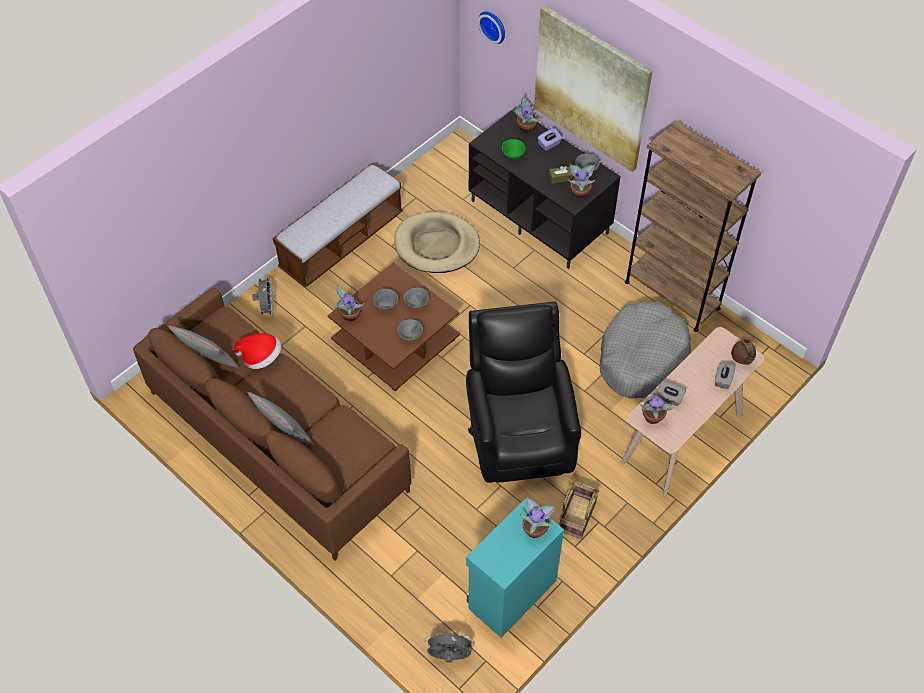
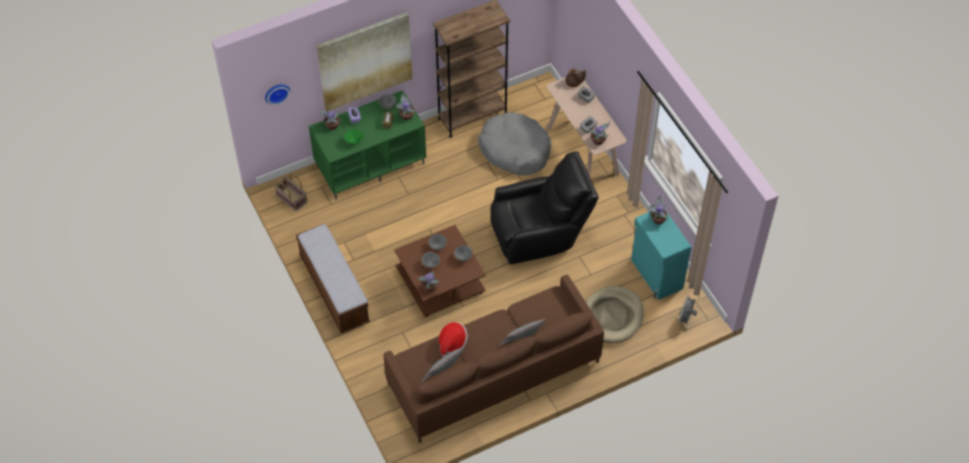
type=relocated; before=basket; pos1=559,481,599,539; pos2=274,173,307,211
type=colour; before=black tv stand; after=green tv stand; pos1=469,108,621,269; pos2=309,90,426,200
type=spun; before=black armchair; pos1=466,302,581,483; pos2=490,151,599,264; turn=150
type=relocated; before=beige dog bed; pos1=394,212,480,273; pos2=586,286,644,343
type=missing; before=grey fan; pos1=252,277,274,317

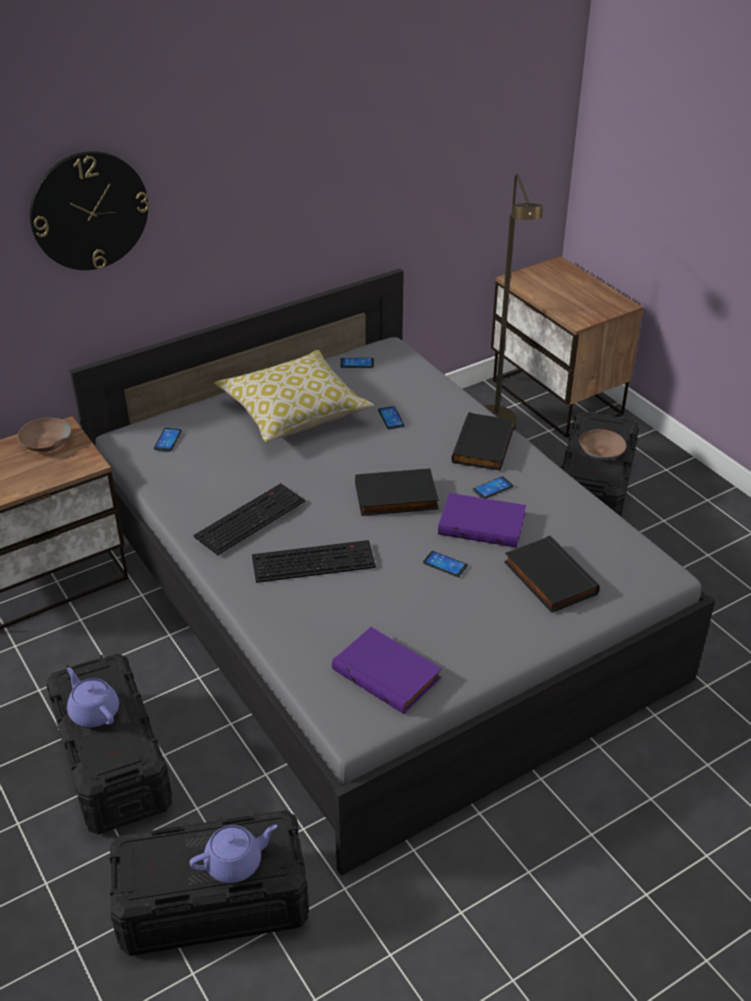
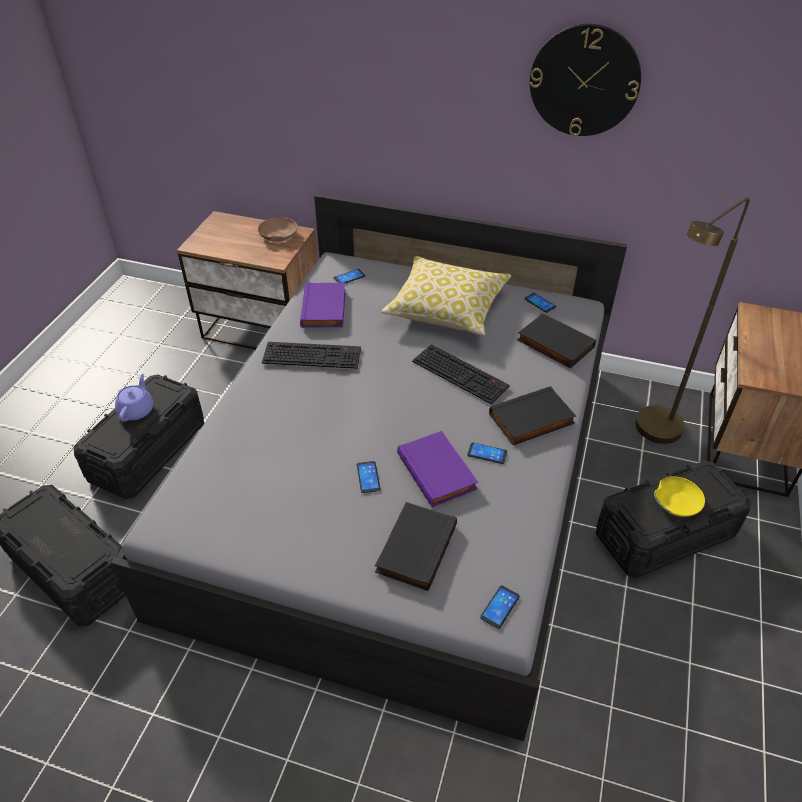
type=relocated; before=purple book; pos1=332,627,442,714; pos2=300,282,346,328
type=relocated; before=keyboard; pos1=252,540,376,583; pos2=412,344,510,404
type=relocated; before=phone; pos1=378,406,405,429; pos2=480,586,520,629
type=relocated; before=black book; pos1=355,468,439,516; pos2=517,313,596,368
type=relocated; before=wall clock; pos1=30,151,149,270; pos2=530,24,641,136
type=colour; before=brown bowl; after=yellow bowl; pos1=579,429,626,460; pos2=654,476,705,517
type=missing; before=purple teapot; pos1=190,825,277,883

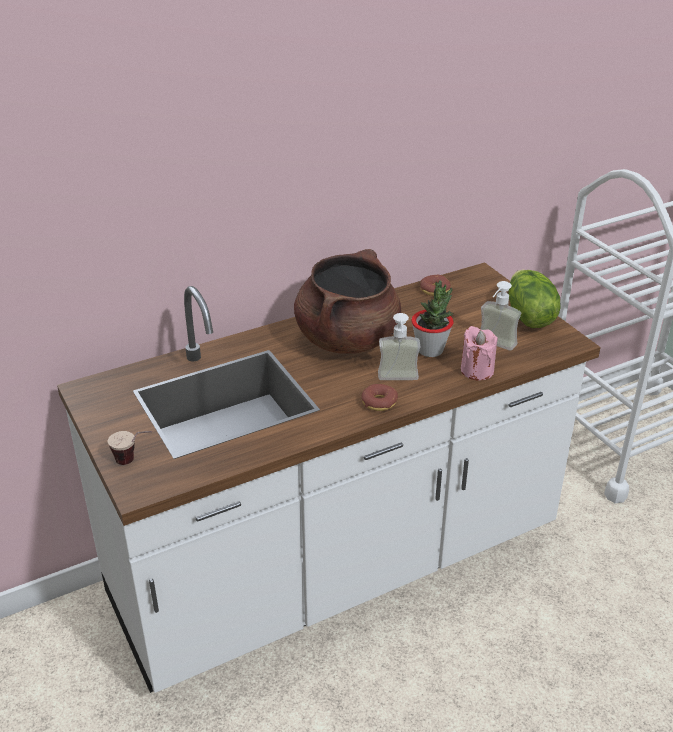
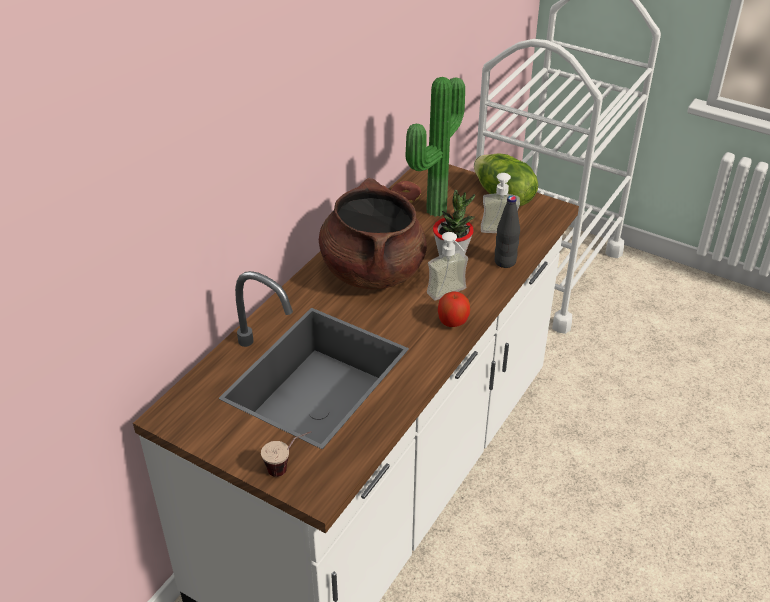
type=appeared; after=potted plant; pos2=406,77,465,217
type=exchanged; before=donut; after=apple; pos1=362,384,398,411; pos2=438,291,470,327
type=exchanged; before=pink candle; after=black bottle; pos1=461,326,498,380; pos2=494,196,520,268

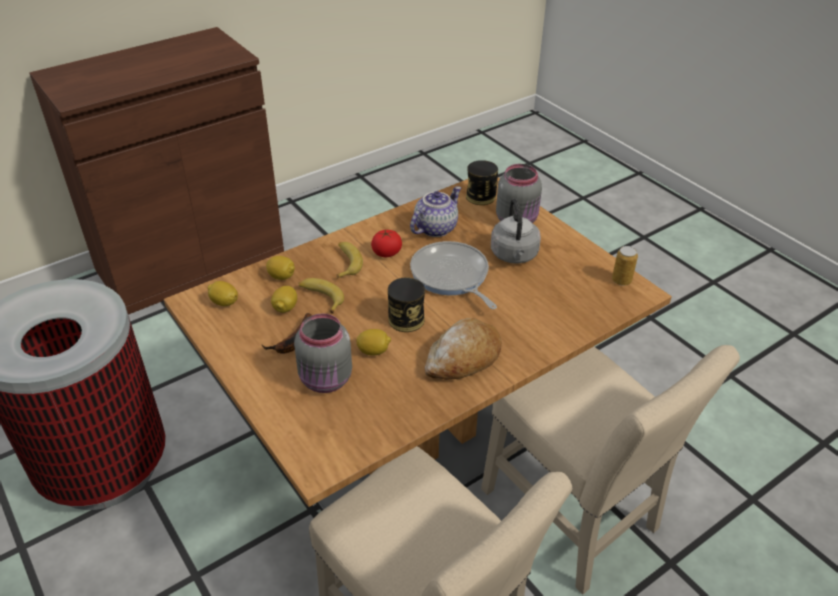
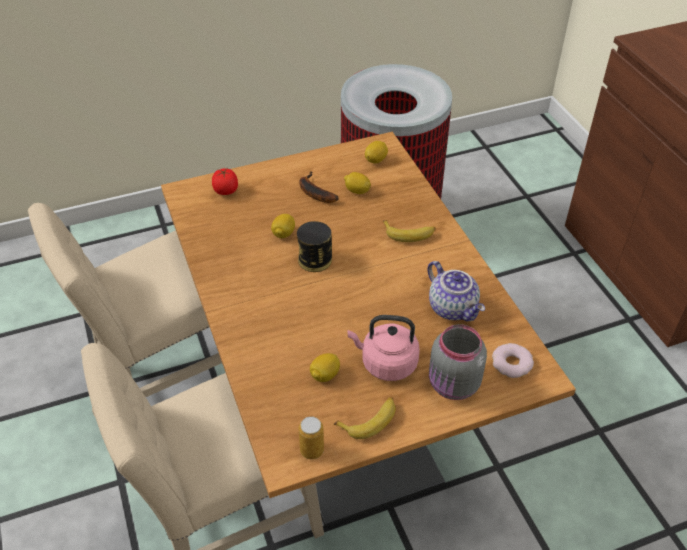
type=relocated; before=tomato; pos1=371,230,402,257; pos2=212,168,238,195
type=relocated; before=lemon; pos1=266,256,295,280; pos2=310,353,340,382
type=relocated; before=banana; pos1=299,278,344,314; pos2=334,397,396,439
type=colour; before=grey kettle; after=pink kettle; pos1=491,198,541,264; pos2=348,315,420,381
type=exchanged; before=can; after=donut; pos1=466,160,498,205; pos2=492,343,534,378
type=missing; before=grey jar; pos1=294,313,352,393
type=missing; before=frying pan; pos1=410,241,497,309
type=missing; before=bread; pos1=425,318,502,380

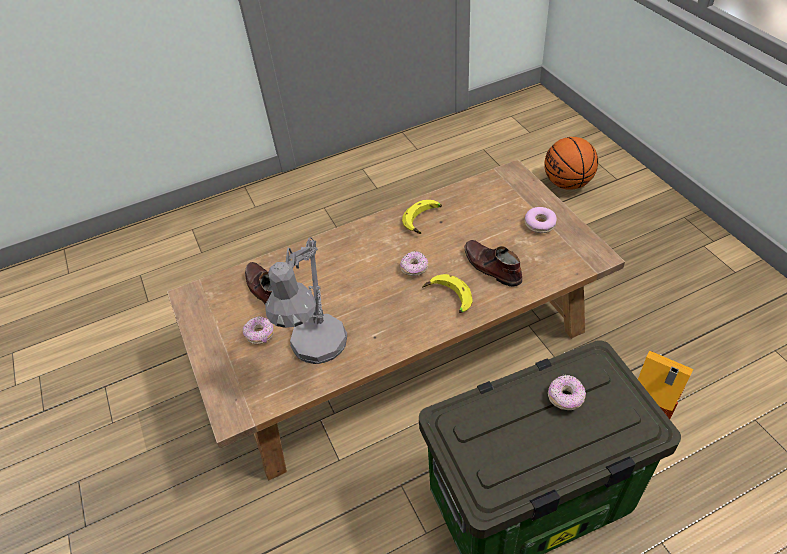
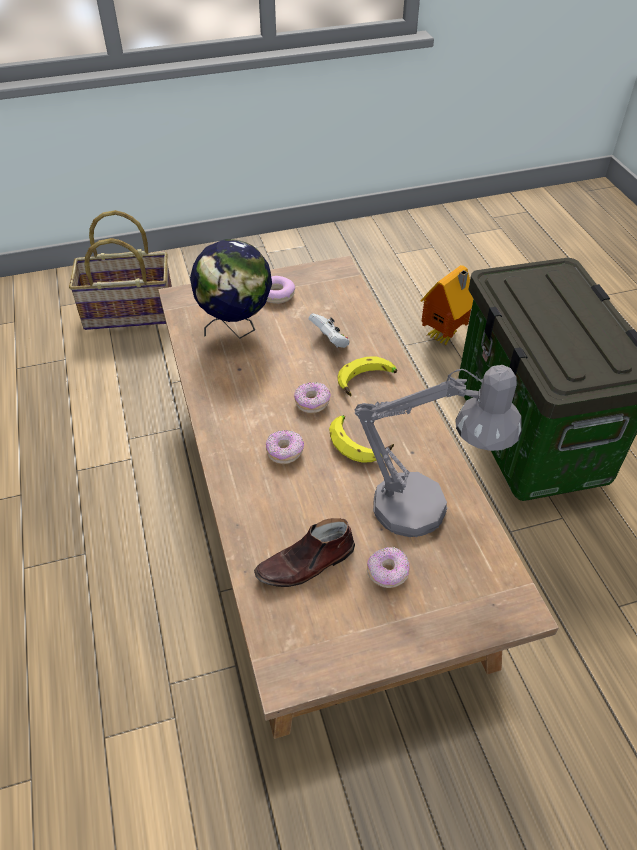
type=exchanged; before=basketball; after=basket; pos1=544,137,598,190; pos2=69,210,172,330
type=appeared; after=globe; pos2=190,239,272,338
type=relocated; before=donut; pos1=548,375,586,410; pos2=266,430,304,464
type=exchanged; before=brown shoe; after=white game controller; pos1=464,240,522,287; pos2=309,313,350,348
type=relocated; before=banana; pos1=402,200,442,234; pos2=329,415,394,463

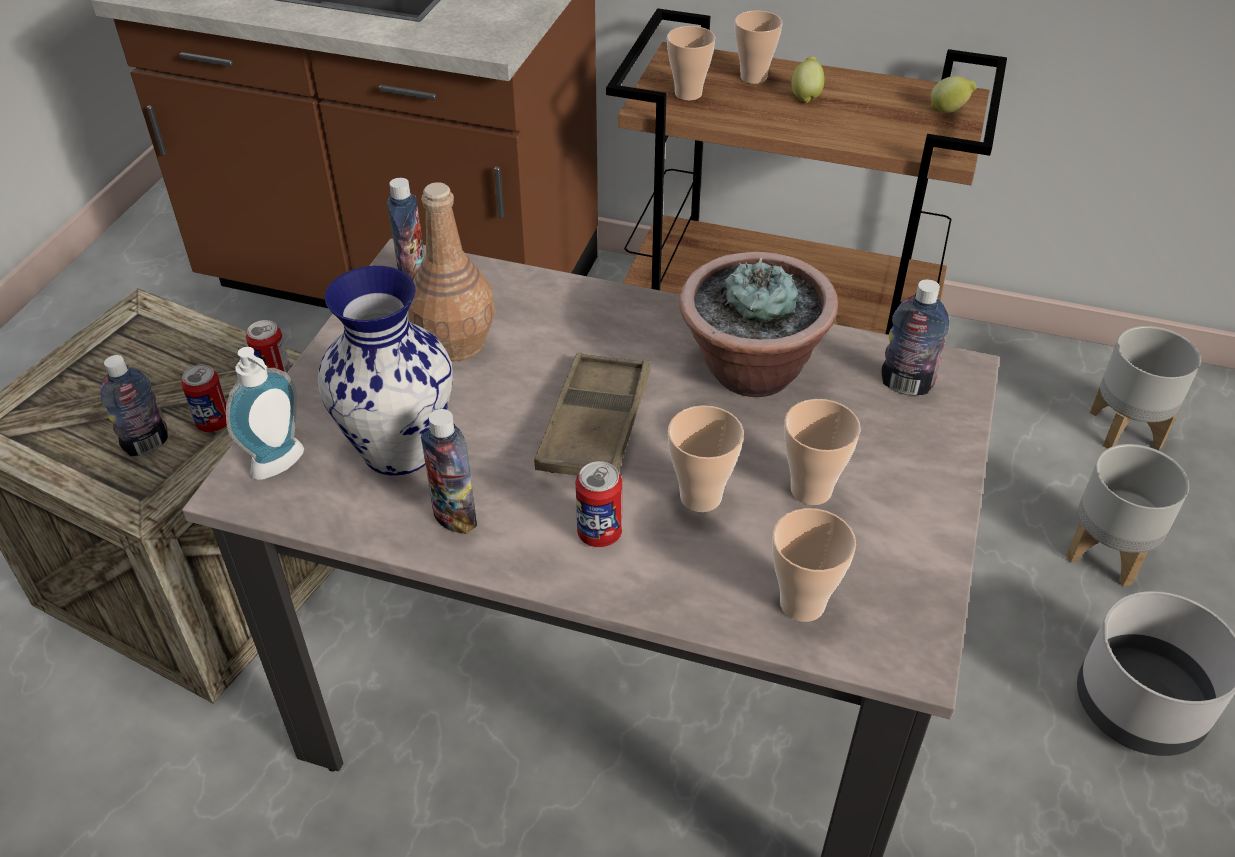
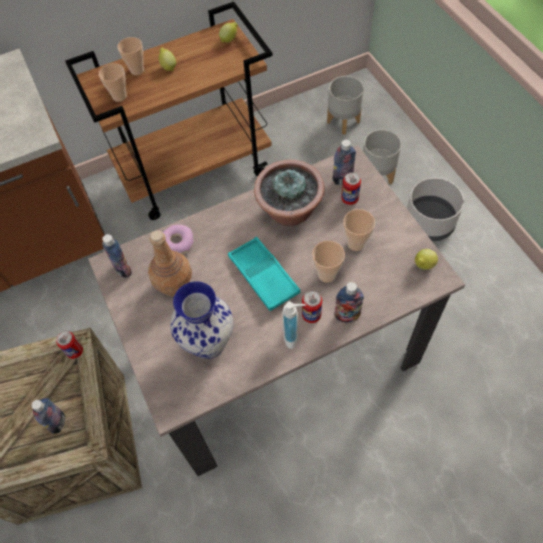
type=appeared; after=donut; pos2=163,225,194,255
type=colour; before=brown tray; after=turquoise tray; pos1=534,352,650,475; pos2=228,237,301,311
type=relocated; before=soap dispenser; pos1=226,347,304,480; pos2=282,301,305,349
type=relocated; before=bottle; pos1=421,409,477,534; pos2=334,282,364,322
type=relocated; before=can; pos1=181,365,227,432; pos2=341,172,361,205
type=appeared; after=lemon; pos2=415,249,438,270
type=missing; before=cup; pos1=772,508,856,622

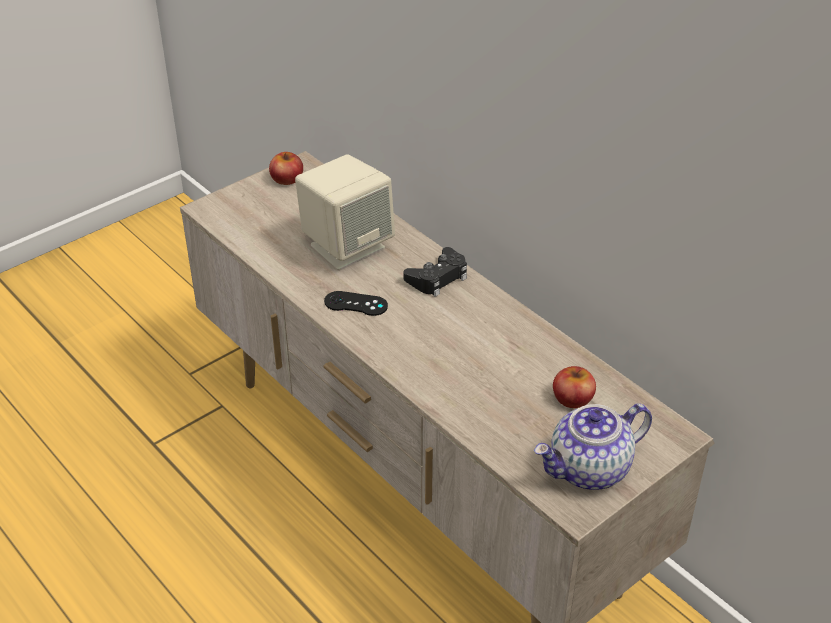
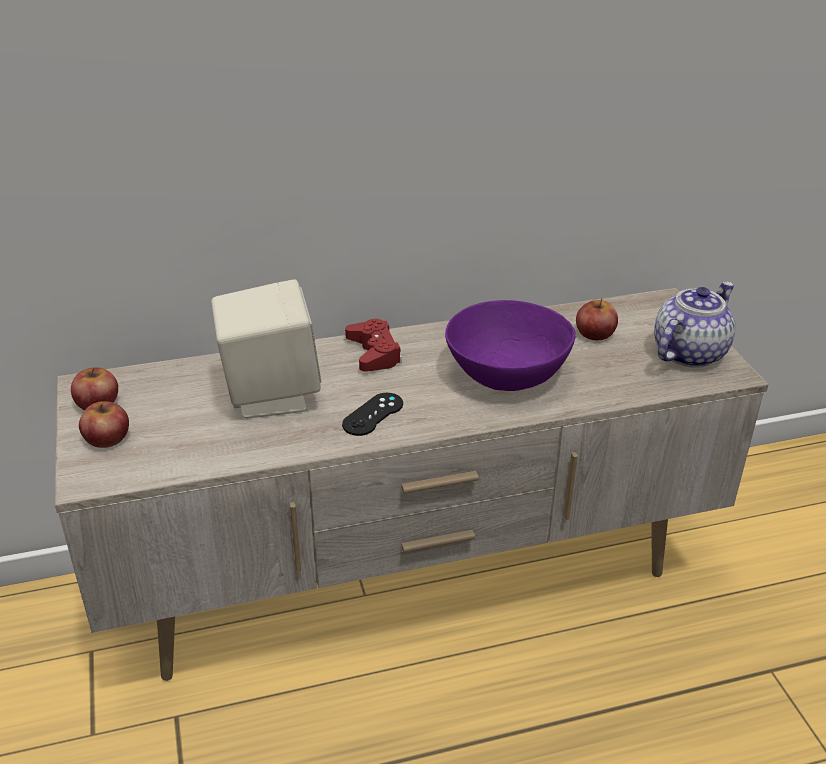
type=appeared; after=apple; pos2=79,401,129,448
type=colour; before=black game controller; after=red game controller; pos1=404,247,467,297; pos2=345,319,402,372
type=appeared; after=purple bowl; pos2=445,300,575,391
type=spun; before=teapot; pos1=534,403,652,490; pos2=654,281,736,368; turn=-135

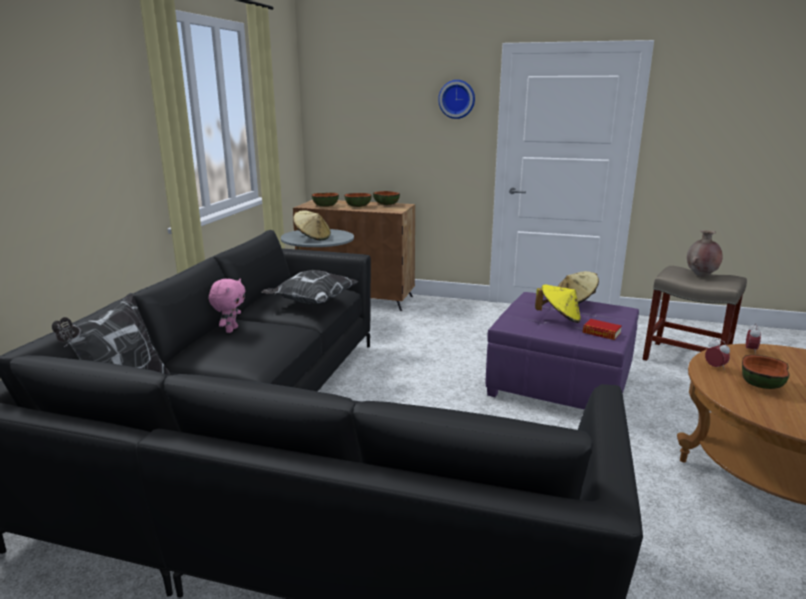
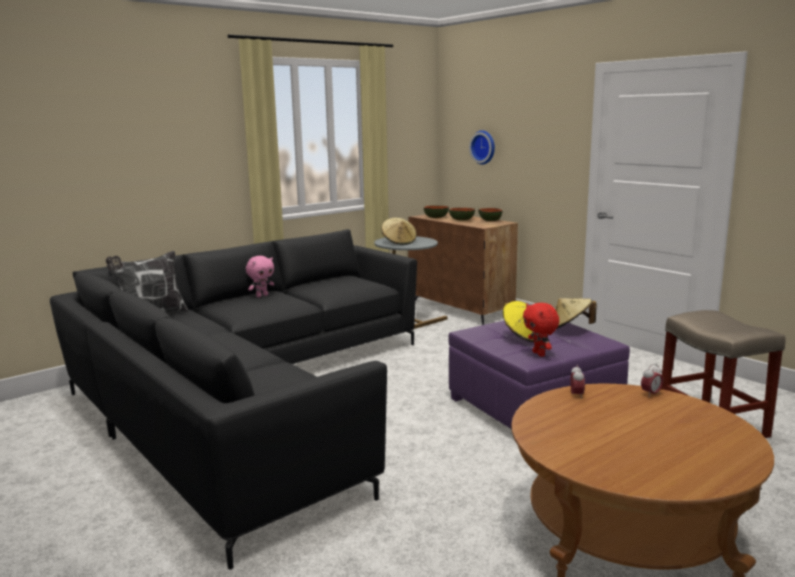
type=relocated; before=wall clock; pos1=438,80,475,119; pos2=469,130,495,165
type=exchanged; before=book; after=red plush toy; pos1=583,319,622,340; pos2=523,303,559,357
type=missing; before=pillow; pos1=261,270,359,304
type=missing; before=brown vase; pos1=687,230,723,276
type=missing; before=bowl; pos1=742,355,790,389

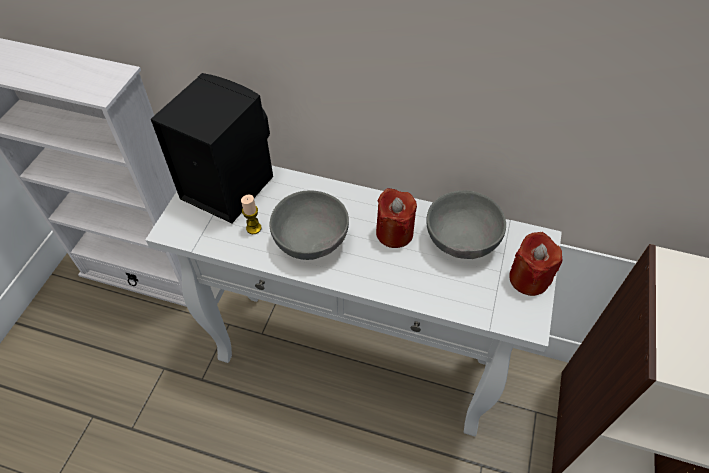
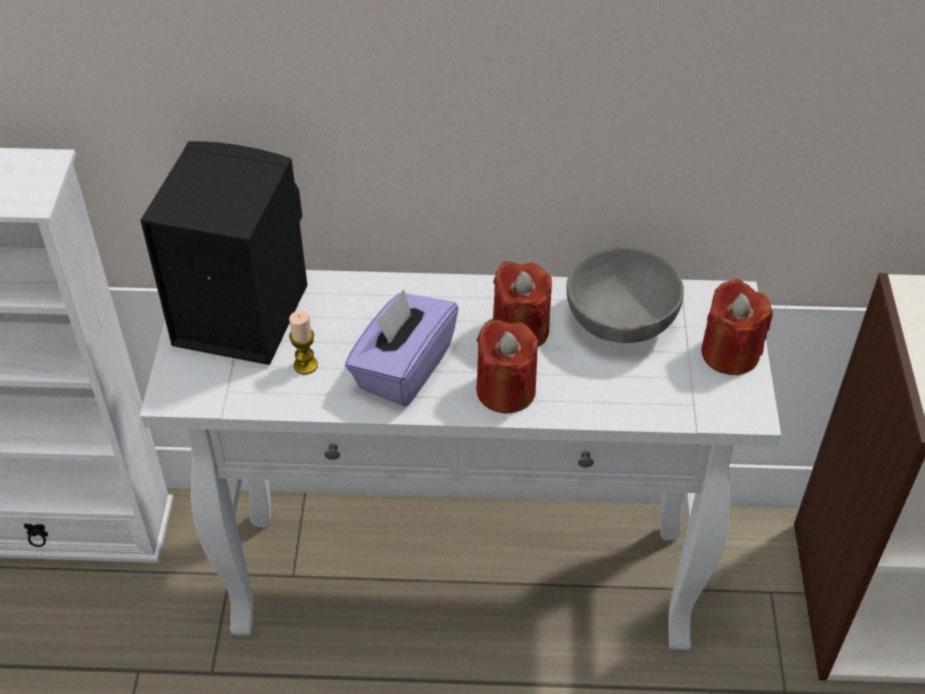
type=exchanged; before=grey bowl; after=purple tissue box; pos1=269,190,349,260; pos2=345,289,458,406
type=appeared; after=red candle; pos2=476,319,538,413

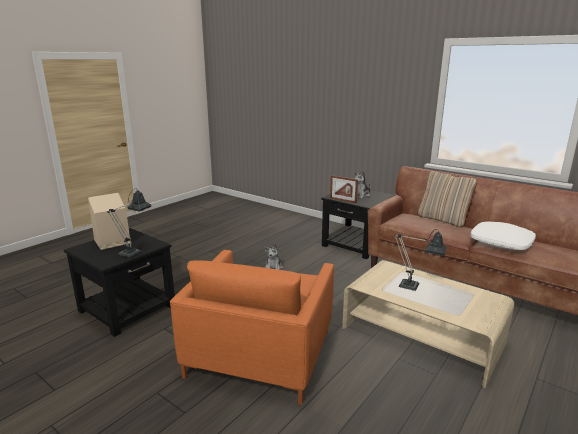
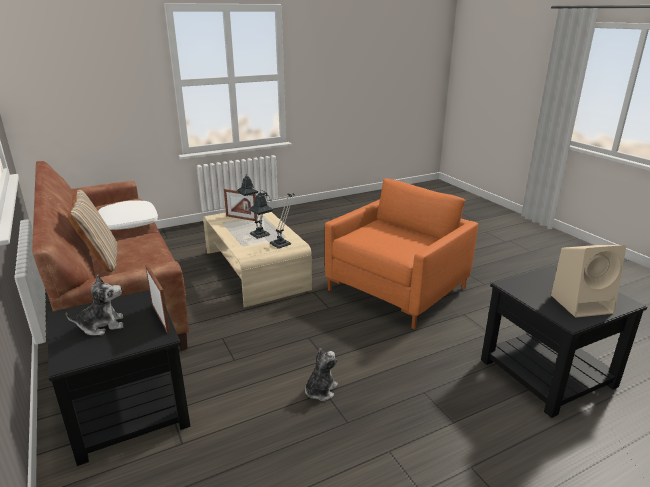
type=appeared; after=picture frame; pos2=224,189,257,221
type=relocated; before=table lamp; pos1=107,189,151,257; pos2=249,190,294,249

